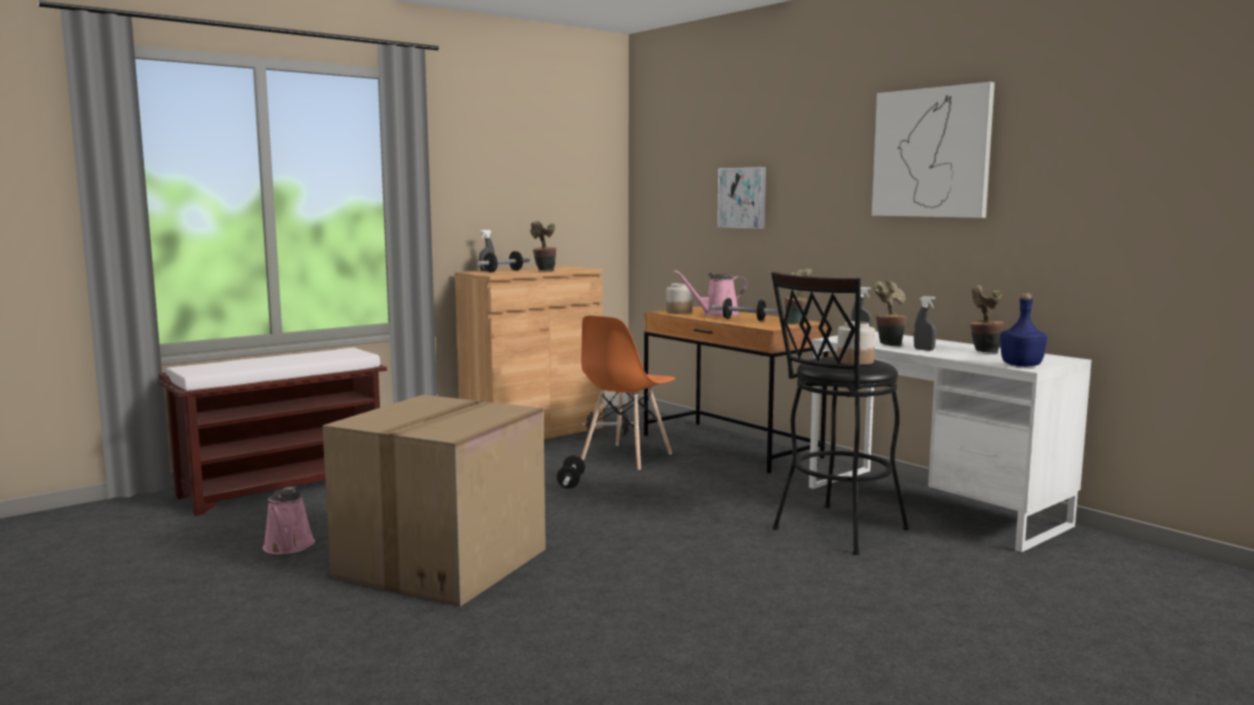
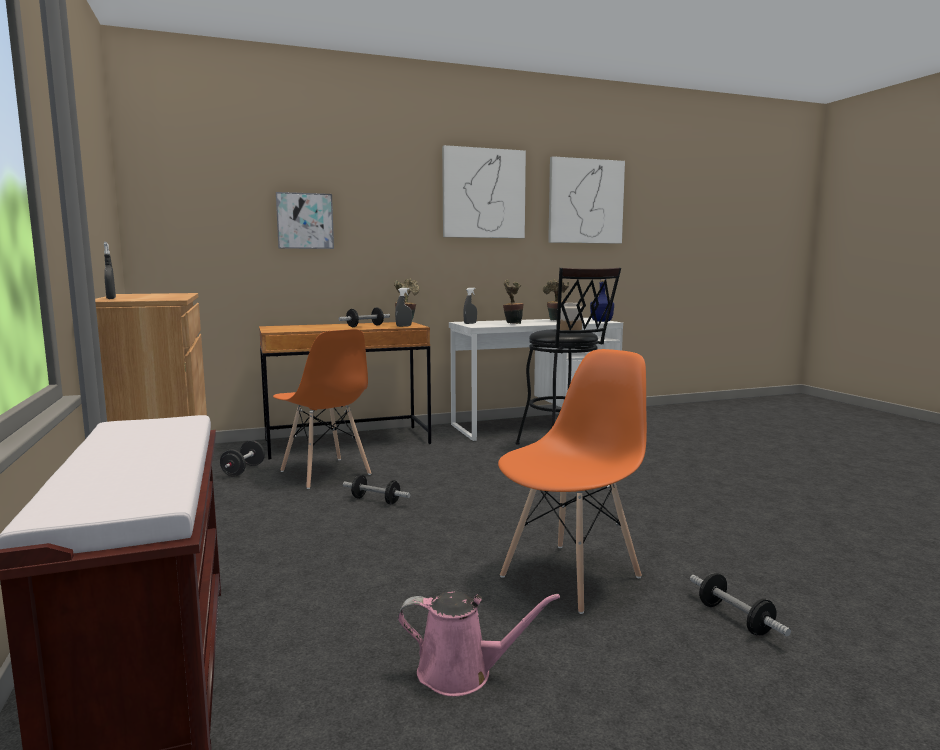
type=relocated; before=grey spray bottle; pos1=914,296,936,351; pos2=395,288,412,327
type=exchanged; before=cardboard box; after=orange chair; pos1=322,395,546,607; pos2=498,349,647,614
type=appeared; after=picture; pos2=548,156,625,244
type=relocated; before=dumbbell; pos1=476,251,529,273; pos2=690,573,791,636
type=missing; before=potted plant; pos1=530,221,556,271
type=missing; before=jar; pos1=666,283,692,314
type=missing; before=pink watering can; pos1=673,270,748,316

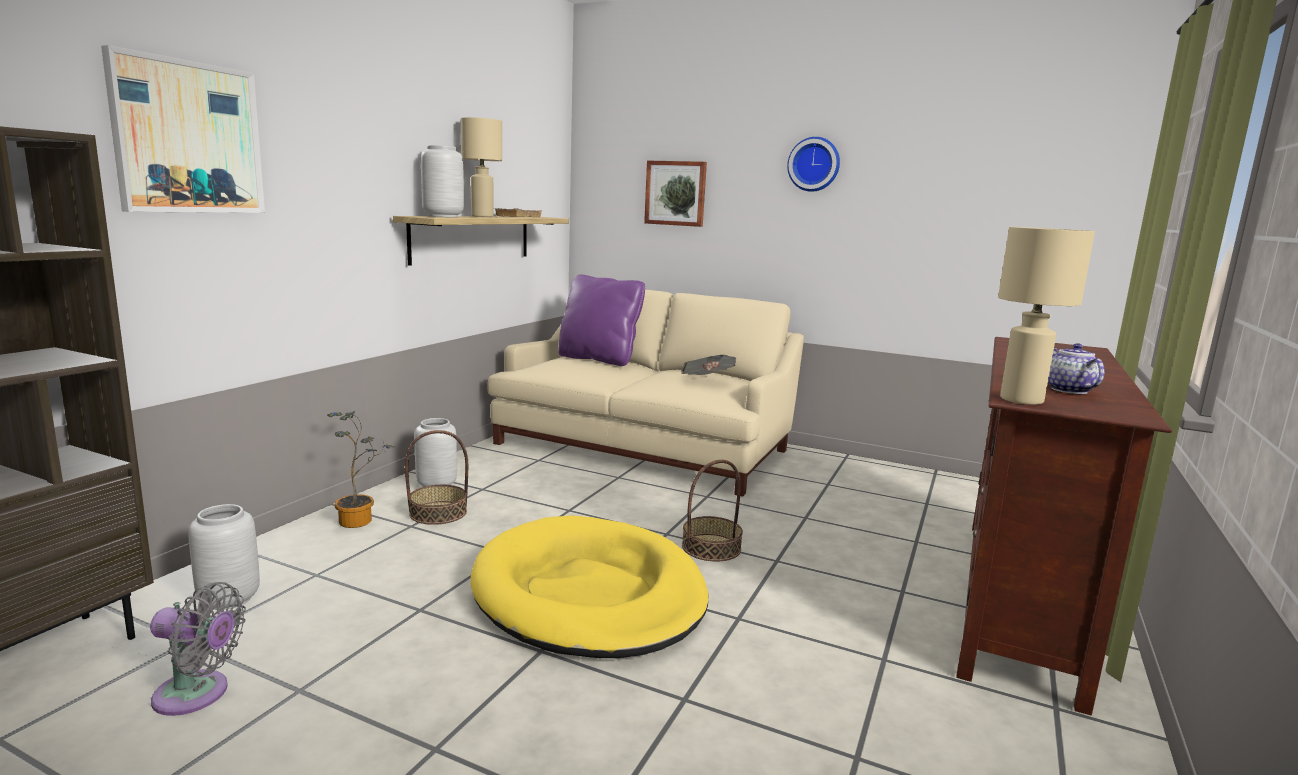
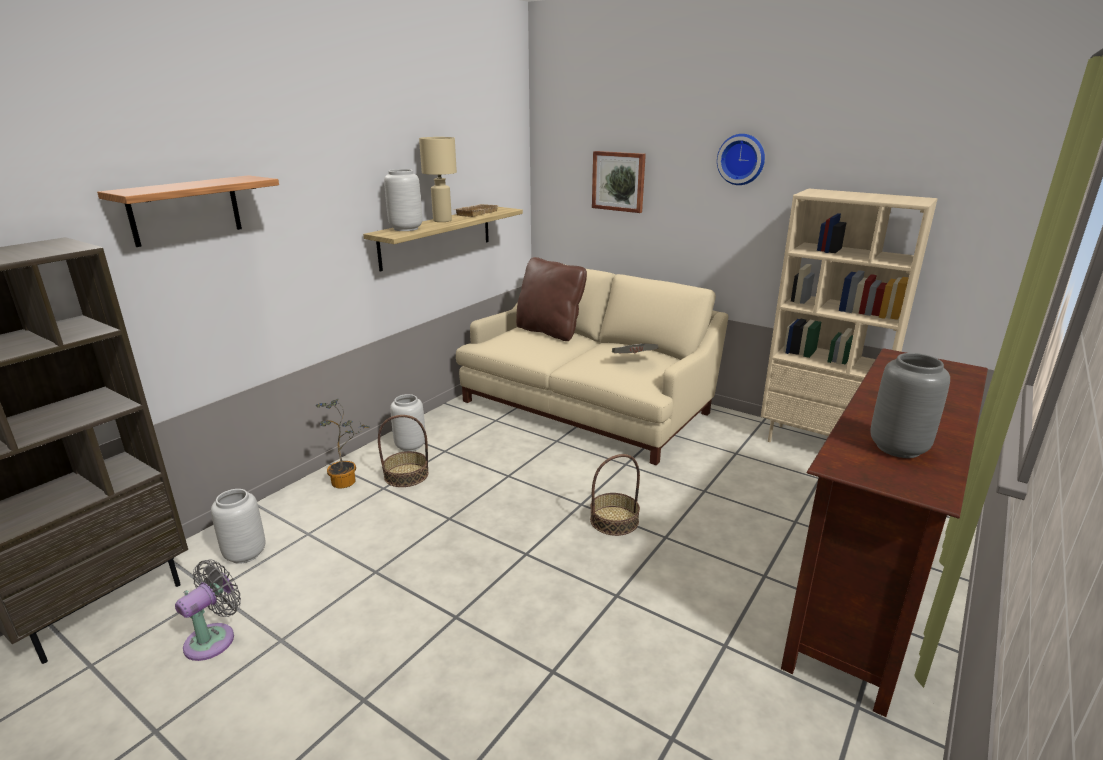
type=exchanged; before=picture; after=shelf; pos1=101,45,265,213; pos2=97,175,279,247
type=spun; before=grey fan; pos1=150,582,246,716; pos2=175,560,241,661; turn=-75
type=colour; before=purple pillow; after=brown pillow; pos1=558,274,645,366; pos2=516,257,587,341
type=appeared; after=beige bookcase; pos2=761,189,938,442
type=exchanged; before=teapot; after=grey vase; pos1=1048,343,1105,394; pos2=870,353,950,458
type=missing; before=yellow dog bed; pos1=471,515,709,658
type=missing; before=beige table lamp; pos1=998,227,1095,405

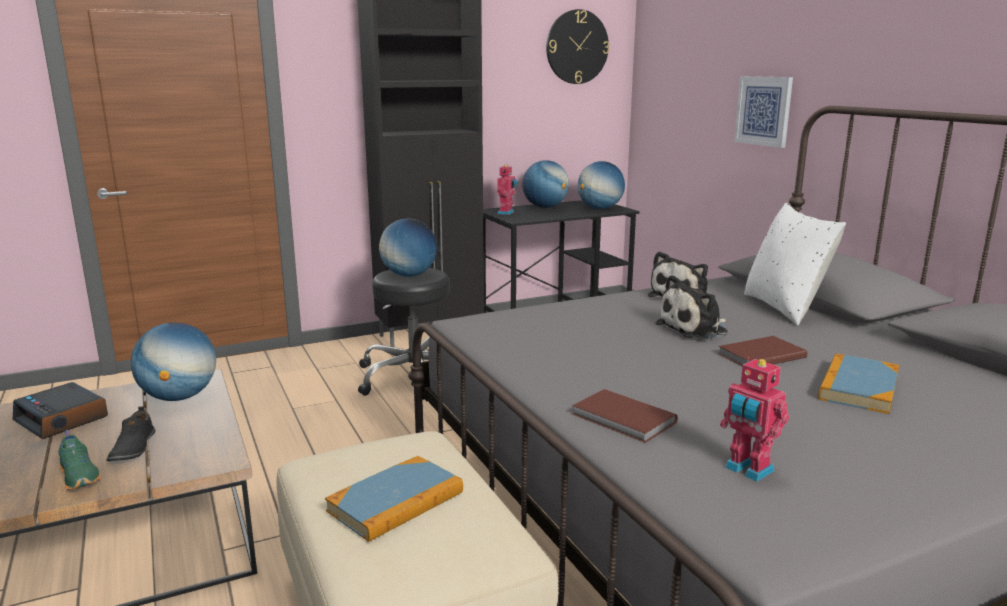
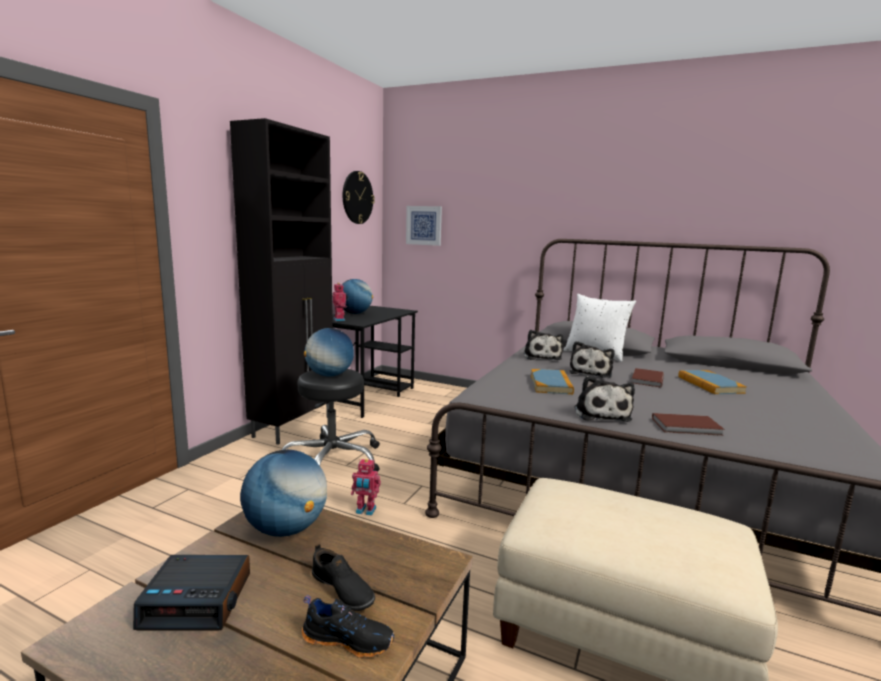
type=colour; before=green shoe; after=black shoe; pos1=58,430,101,490; pos2=302,595,394,658
type=relocated; before=toy robot; pos1=720,357,789,482; pos2=351,459,381,516
type=relocated; before=picture; pos1=734,76,793,148; pos2=406,206,442,246
type=relocated; before=book; pos1=325,456,463,542; pos2=531,369,574,395
type=appeared; after=plush toy; pos2=575,376,635,422
type=missing; before=globe; pos1=578,161,625,209

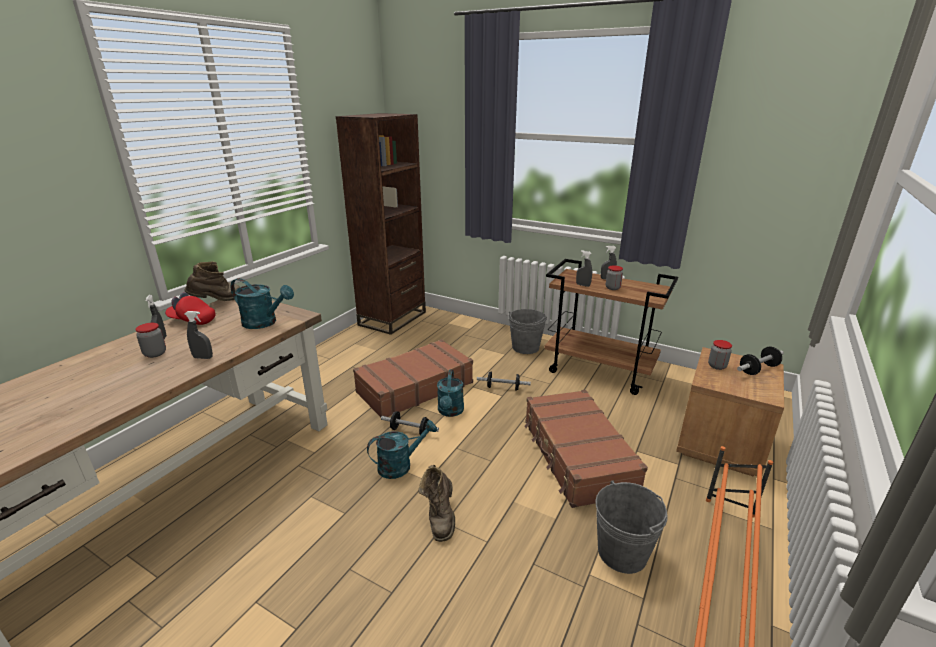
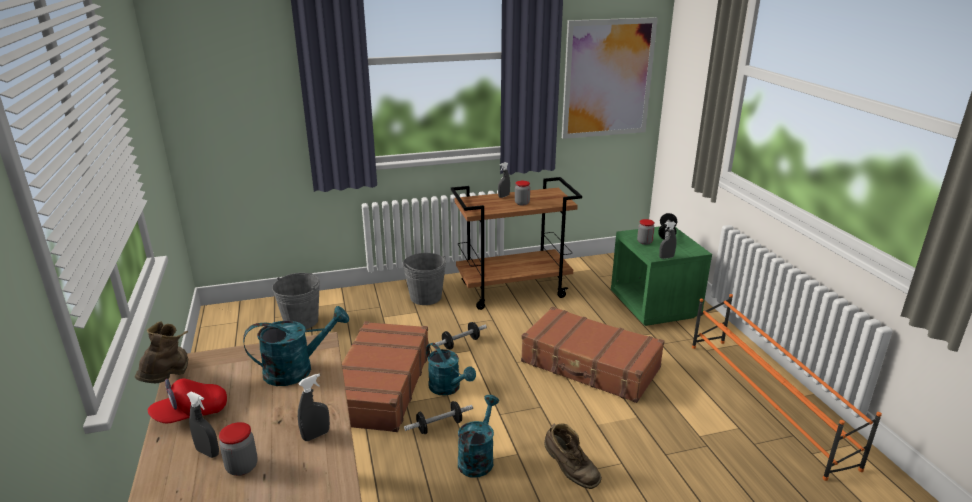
type=relocated; before=grey bucket; pos1=595,480,668,574; pos2=272,273,320,329
type=appeared; after=picture; pos2=562,17,658,139
type=colour; before=brown nightstand; after=green nightstand; pos1=676,347,784,476; pos2=611,226,712,326
type=relocated; before=grey spray bottle; pos1=576,250,592,287; pos2=659,222,676,259
type=missing; before=brown bookcase; pos1=336,113,426,335

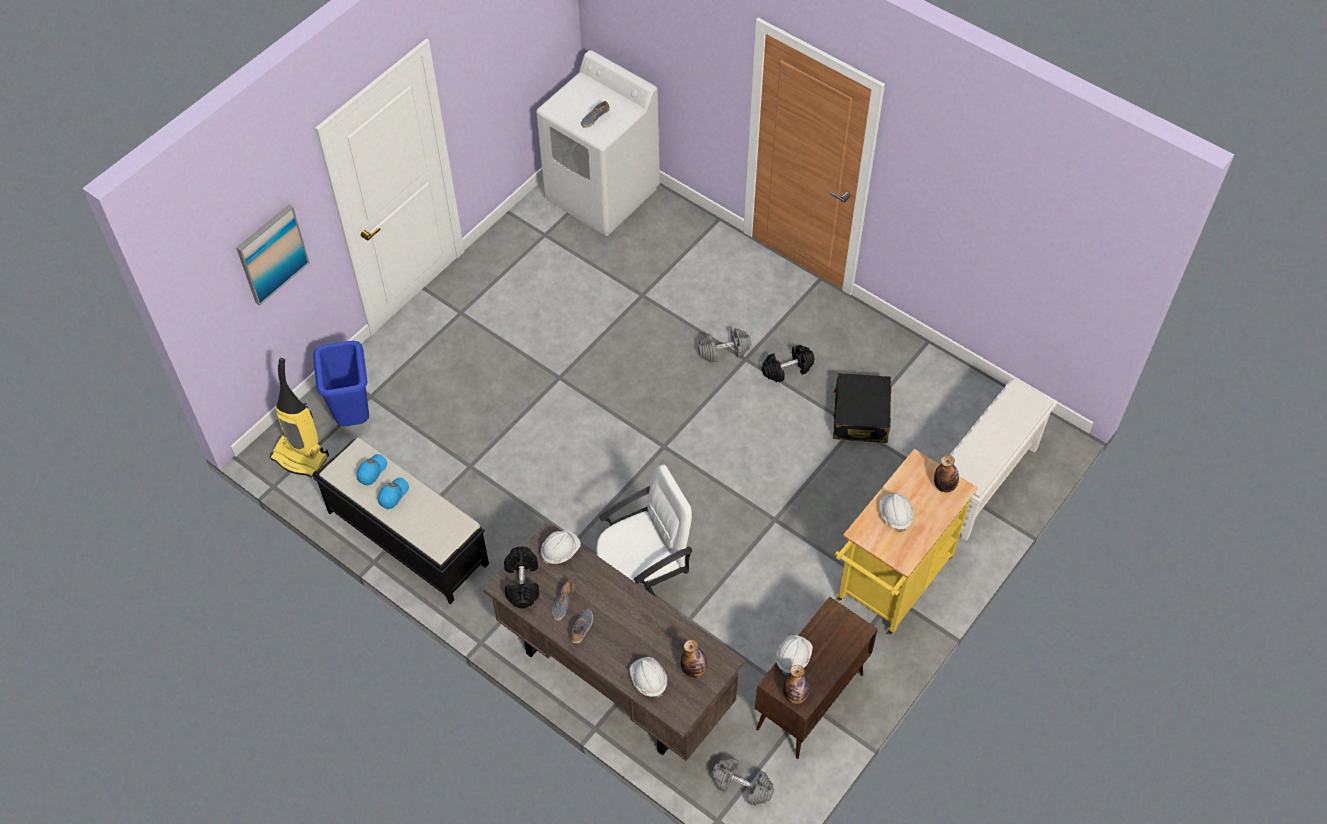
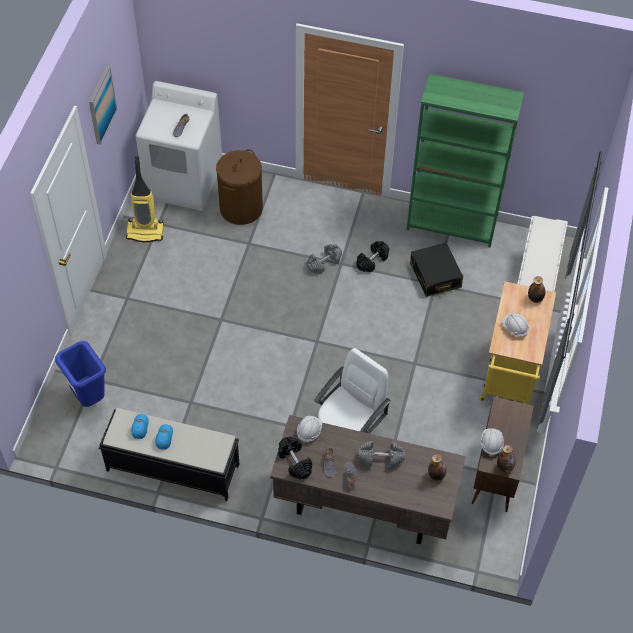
type=relocated; before=picture; pos1=236,204,310,306; pos2=89,66,117,145
type=relocated; before=vacuum cleaner; pos1=270,358,329,478; pos2=126,156,164,242
type=appeared; after=brown laundry basket; pos2=216,149,263,225
type=relocated; before=grey dumbbell; pos1=712,758,774,806; pos2=358,441,405,467
type=appeared; after=green bookcase; pos2=406,73,524,247
type=missing; before=white hard hat; pos1=630,657,667,698

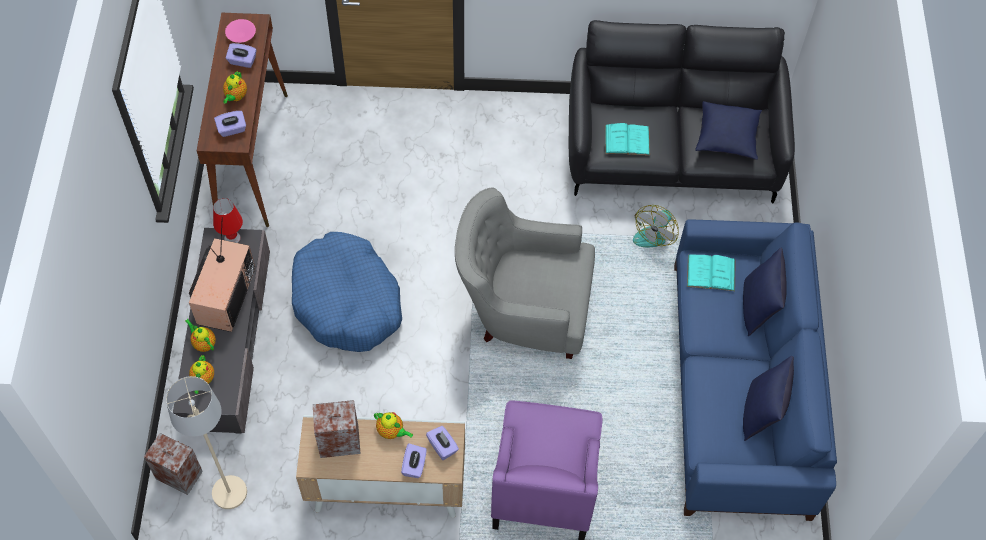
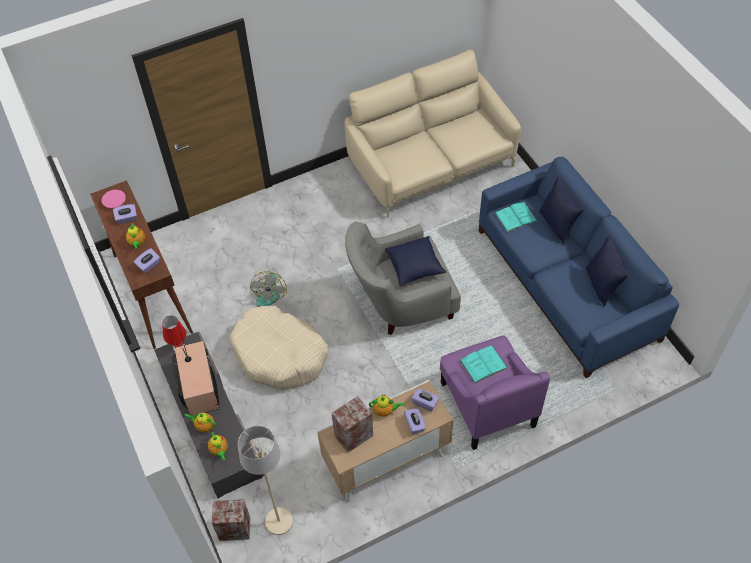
type=colour; before=blue dog bed; after=beige dog bed; pos1=292,232,402,352; pos2=230,306,328,390
type=relocated; before=fan; pos1=633,205,679,247; pos2=250,271,287,307
type=colour; before=black sofa; after=beige sofa; pos1=569,20,795,203; pos2=344,50,521,218
type=relocated; before=blue pillow; pos1=695,101,762,160; pos2=385,236,446,287
type=relocated; before=turquoise book; pos1=605,123,650,156; pos2=460,345,508,383

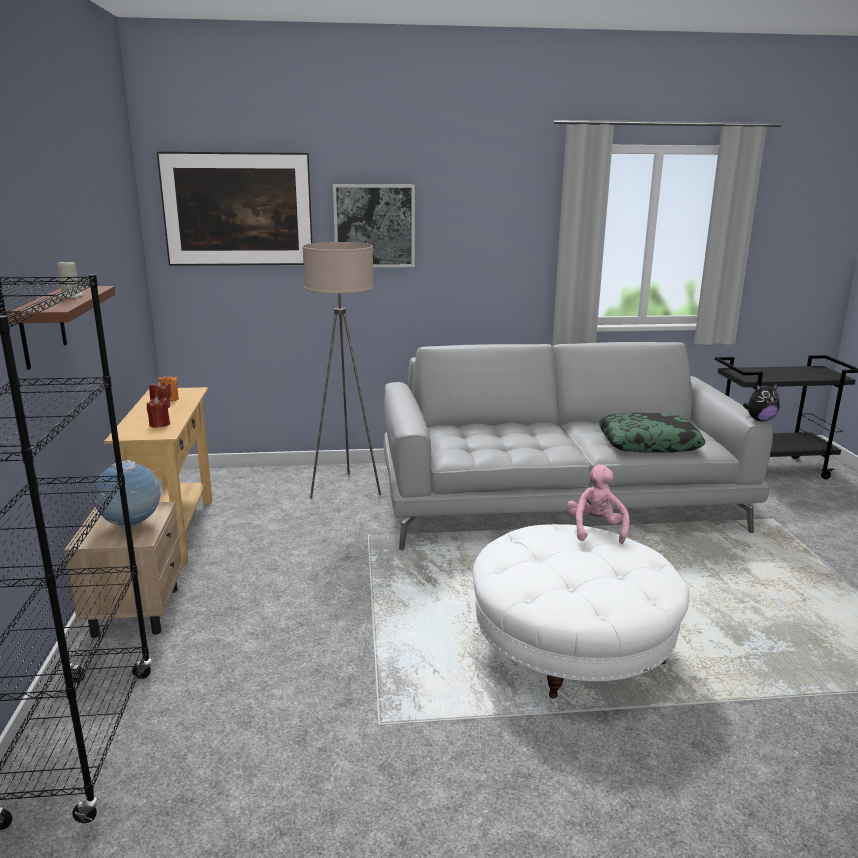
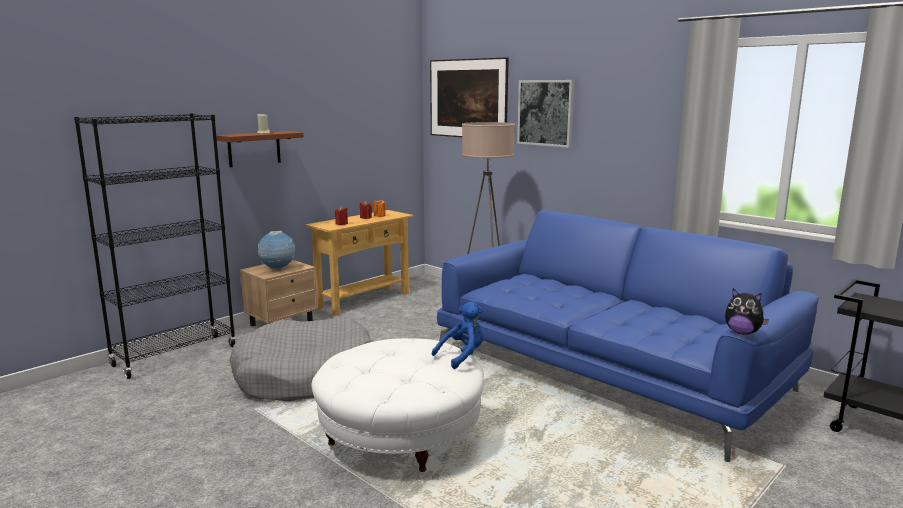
type=appeared; after=grey dog bed; pos2=229,317,374,401
type=colour; before=pink plush toy; after=blue plush toy; pos1=567,464,629,544; pos2=432,301,483,369
type=colour; before=grey sofa; after=blue sofa; pos1=383,342,773,550; pos2=437,210,819,462
type=missing; before=pillow; pos1=599,413,706,453

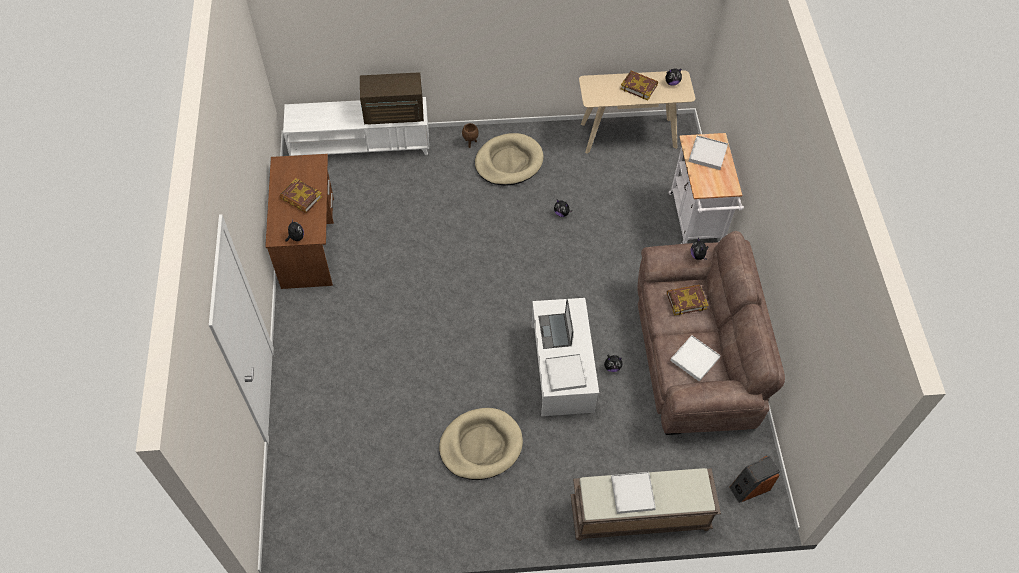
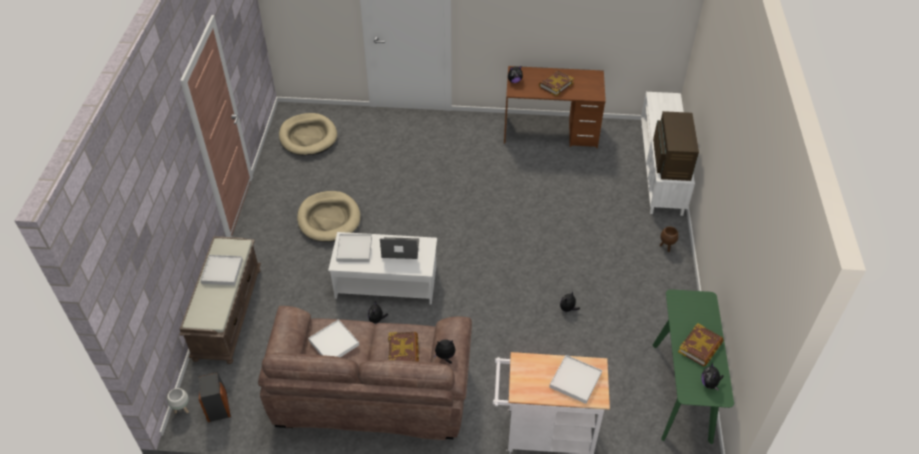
type=appeared; after=white planter; pos2=167,388,189,414
type=relocated; before=beige dog bed; pos1=475,133,544,186; pos2=279,113,337,156
type=colour; before=beige console table; after=green console table; pos1=579,70,695,154; pos2=653,289,734,444

